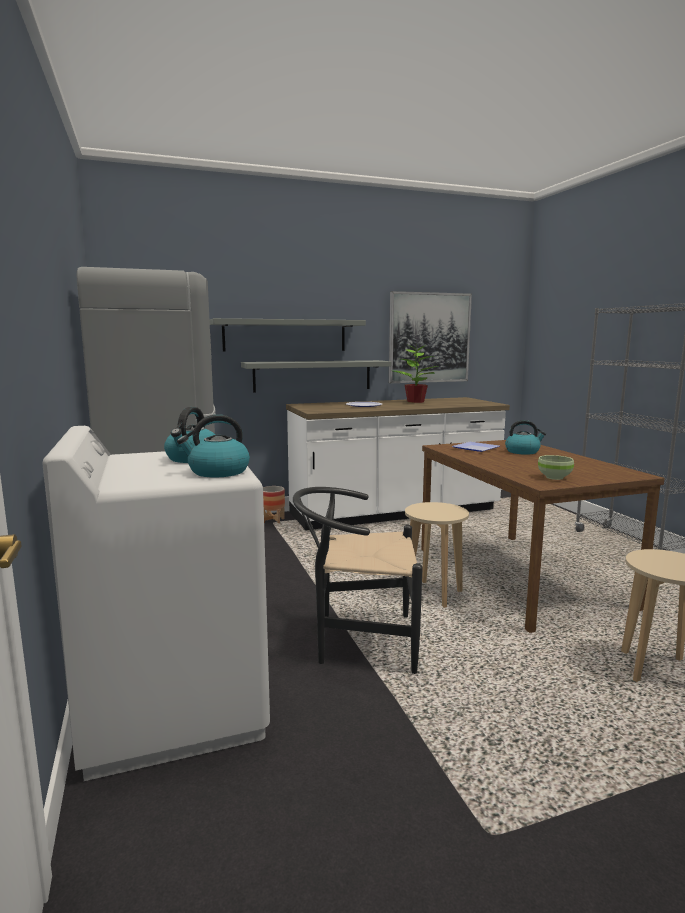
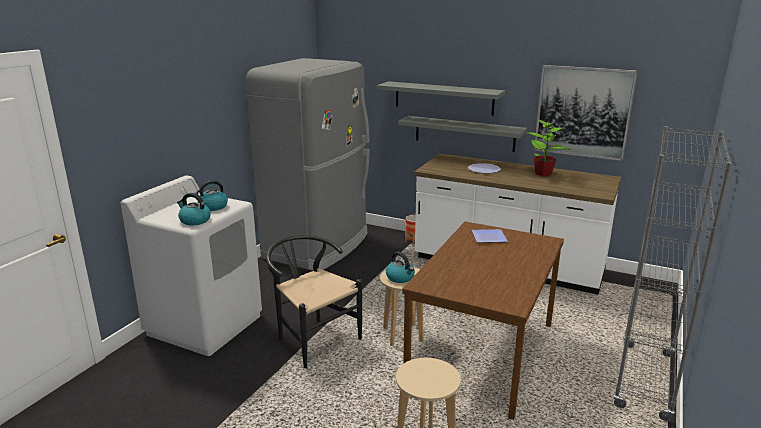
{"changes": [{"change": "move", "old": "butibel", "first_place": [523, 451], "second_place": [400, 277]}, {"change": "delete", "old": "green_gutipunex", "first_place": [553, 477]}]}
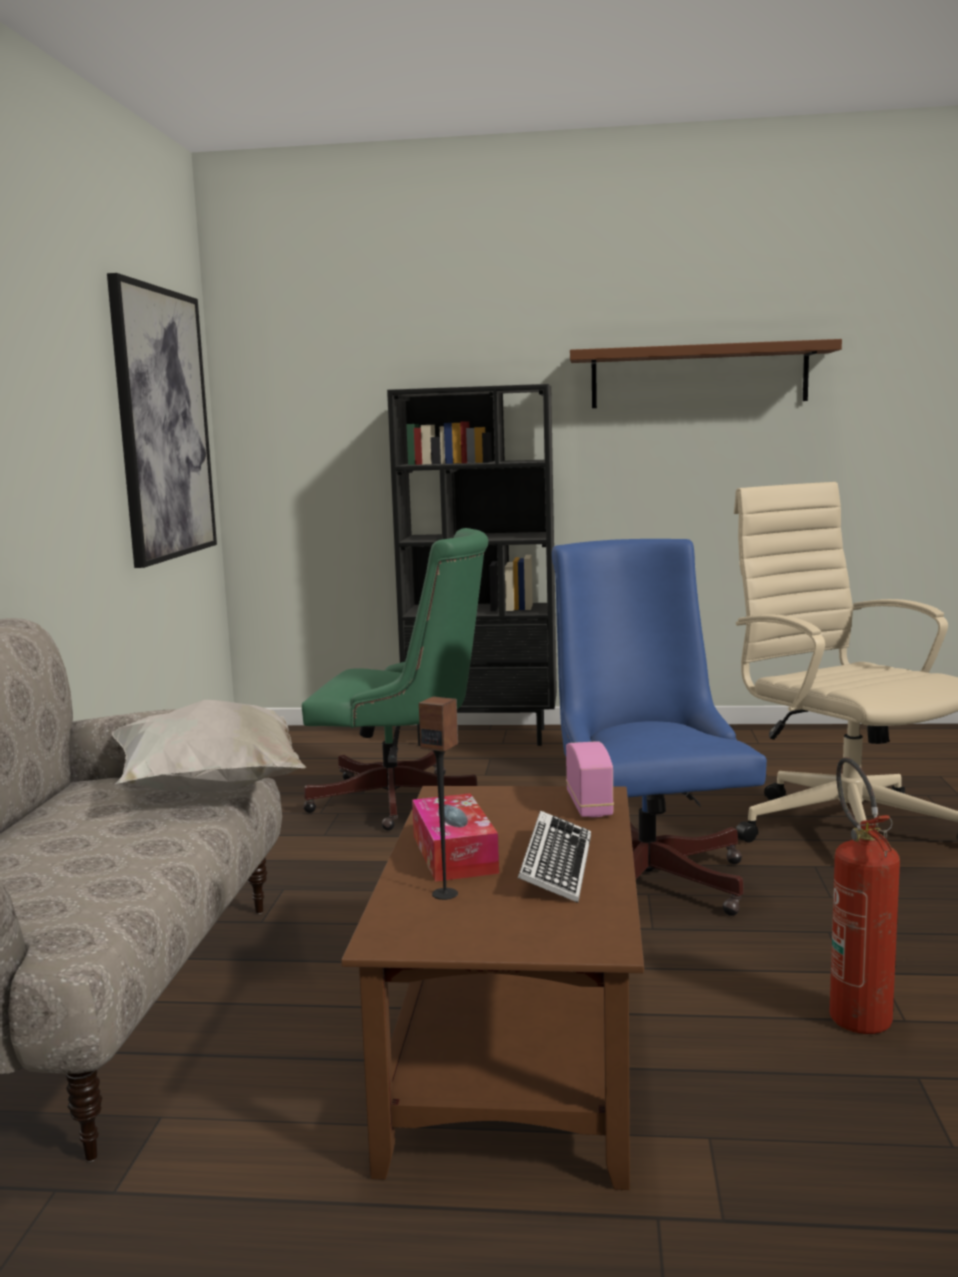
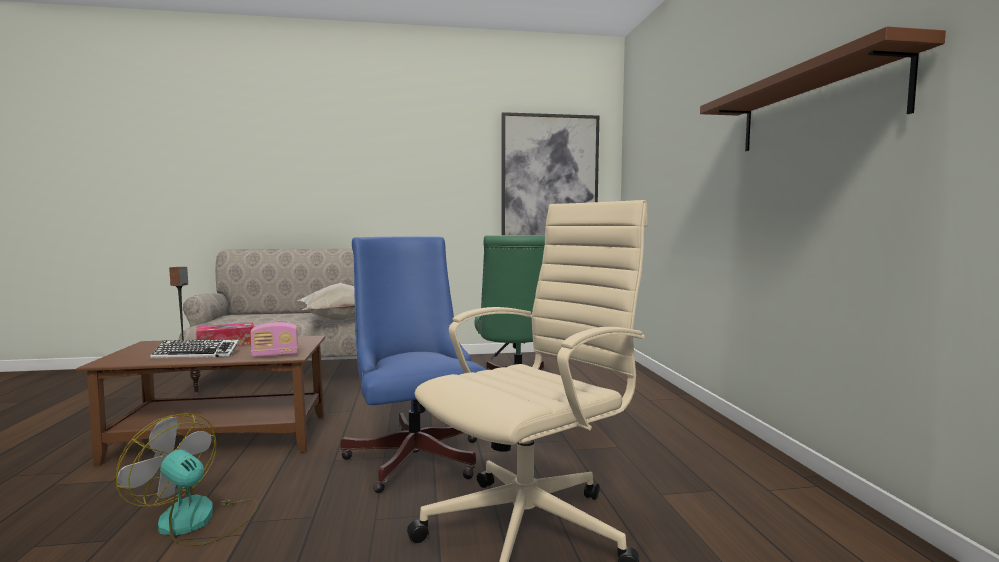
{"changes": [{"change": "delete", "old": "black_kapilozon", "first_place": [483, 736]}, {"change": "rotate", "old": "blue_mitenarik", "first_place": [646, 874], "second_place": [414, 454], "degrees": -90}, {"change": "replace", "old": "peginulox", "new": "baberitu", "first_place": [853, 1011], "second_place": [197, 521]}]}
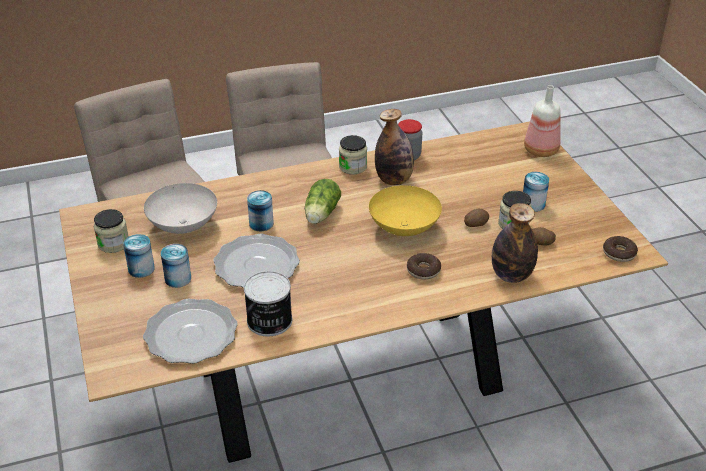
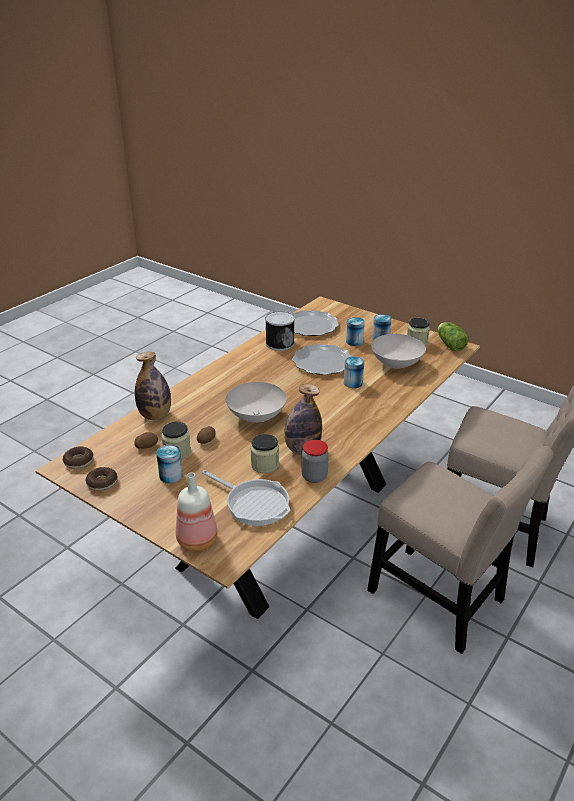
{"changes": [{"change": "move", "old": "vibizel", "first_place": [320, 214], "second_place": [449, 344]}, {"change": "move", "old": "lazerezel", "first_place": [353, 167], "second_place": [265, 465]}, {"change": "recolor", "old": "yellow_gutipunex", "new": "white_gutipunex", "first_place": [404, 229], "second_place": [256, 416]}, {"change": "move", "old": "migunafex", "first_place": [423, 271], "second_place": [102, 483]}, {"change": "insert", "new": "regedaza", "second_place": [254, 503]}]}
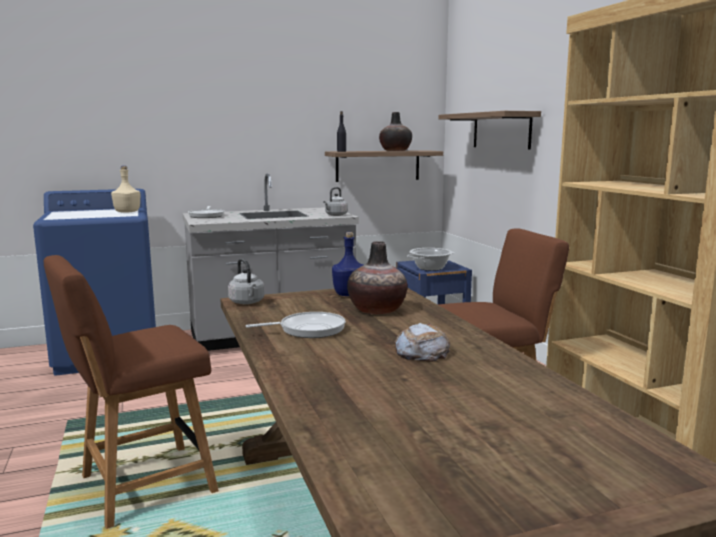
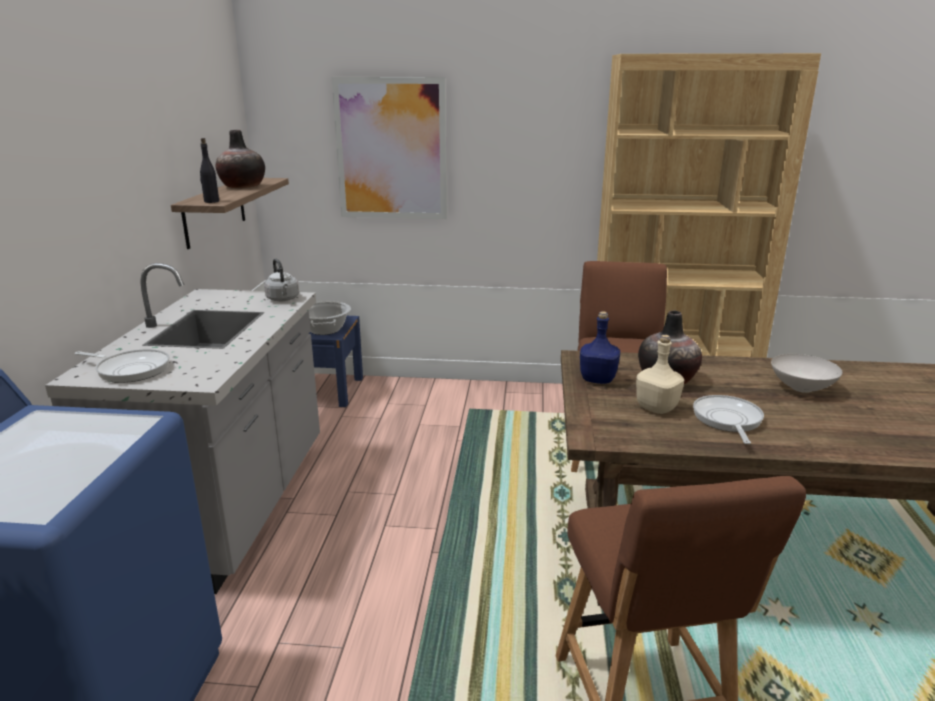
{"changes": [{"change": "move", "old": "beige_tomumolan", "first_place": [127, 212], "second_place": [657, 408]}, {"change": "delete", "old": "grey_butibel", "first_place": [247, 302]}, {"change": "replace", "old": "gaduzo", "new": "white_gutipunex", "first_place": [421, 351], "second_place": [801, 388]}, {"change": "replace", "old": "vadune", "new": "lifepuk", "first_place": [501, 130], "second_place": [391, 149]}]}
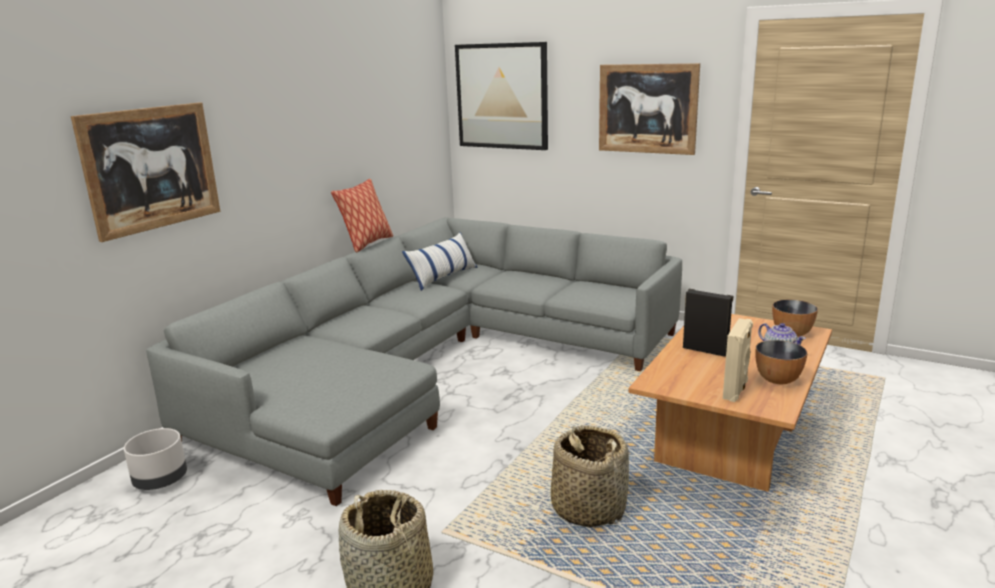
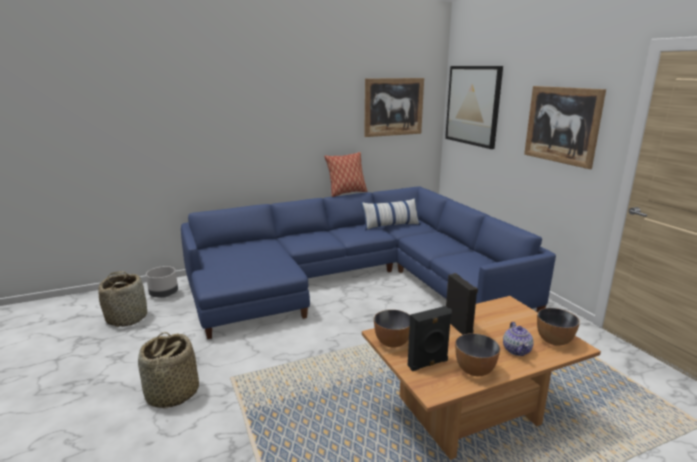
{"changes": [{"change": "move", "old": "lifepuk", "first_place": [151, 168], "second_place": [393, 107]}, {"change": "recolor", "old": "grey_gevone", "new": "blue_gevone", "first_place": [434, 364], "second_place": [354, 280]}, {"change": "move", "old": "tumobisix", "first_place": [588, 508], "second_place": [127, 318]}, {"change": "recolor", "old": "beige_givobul", "new": "black_givobul", "first_place": [736, 390], "second_place": [428, 364]}, {"change": "insert", "new": "gutipunex", "second_place": [392, 343]}]}
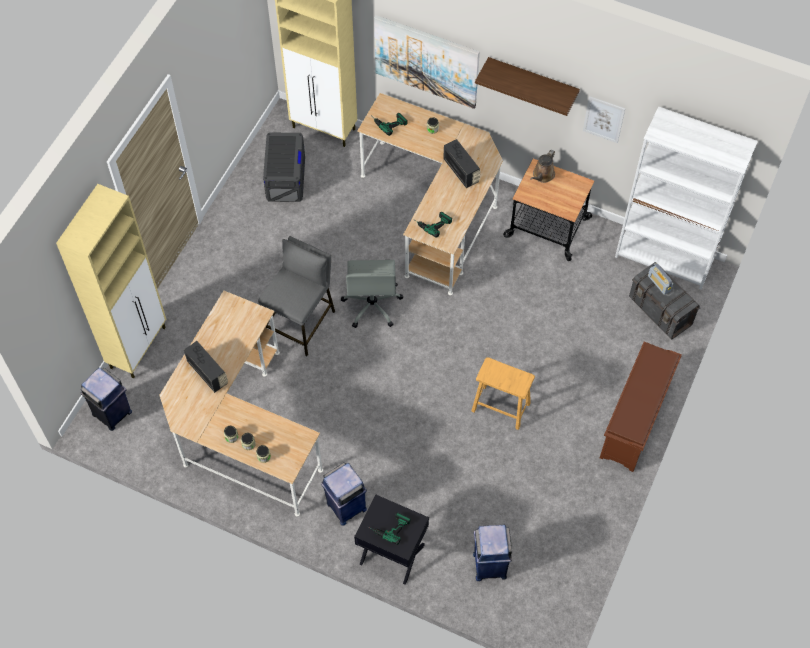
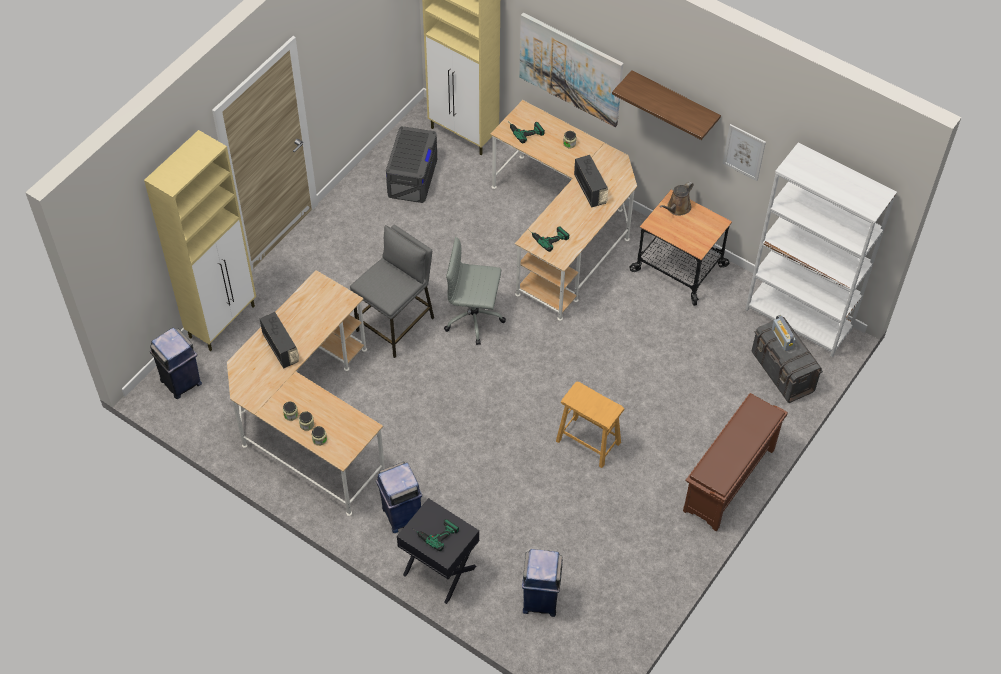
{"changes": [{"change": "rotate", "old": "grey_mitenarik", "first_place": [372, 305], "second_place": [474, 318], "degrees": 90}]}
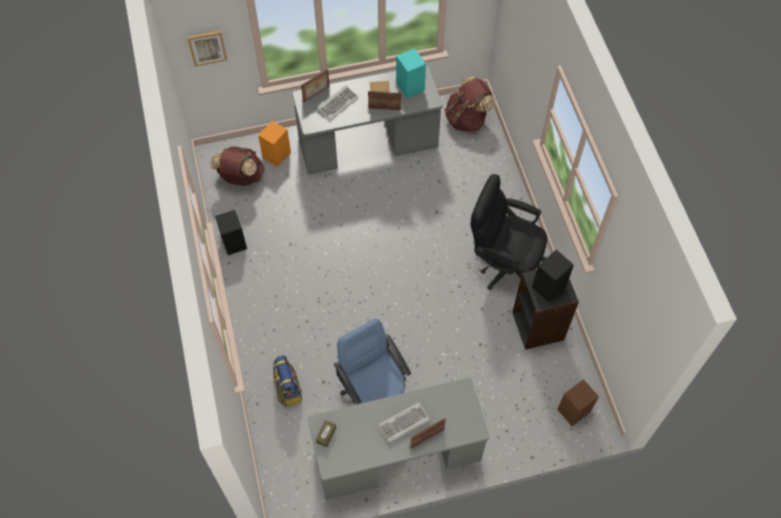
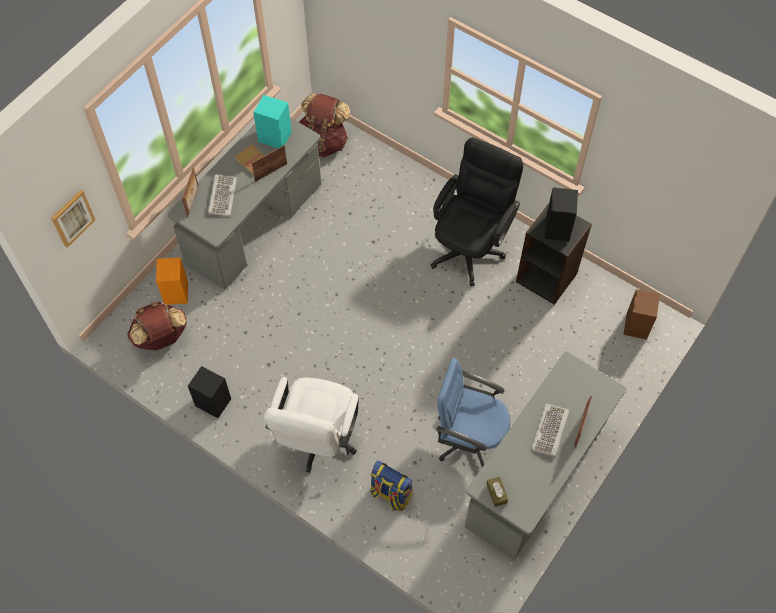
{"changes": [{"change": "rotate", "old": "black_mitenarik", "first_place": [503, 263], "second_place": [470, 245], "degrees": 135}, {"change": "insert", "new": "white_mitenarik", "second_place": [317, 440]}]}
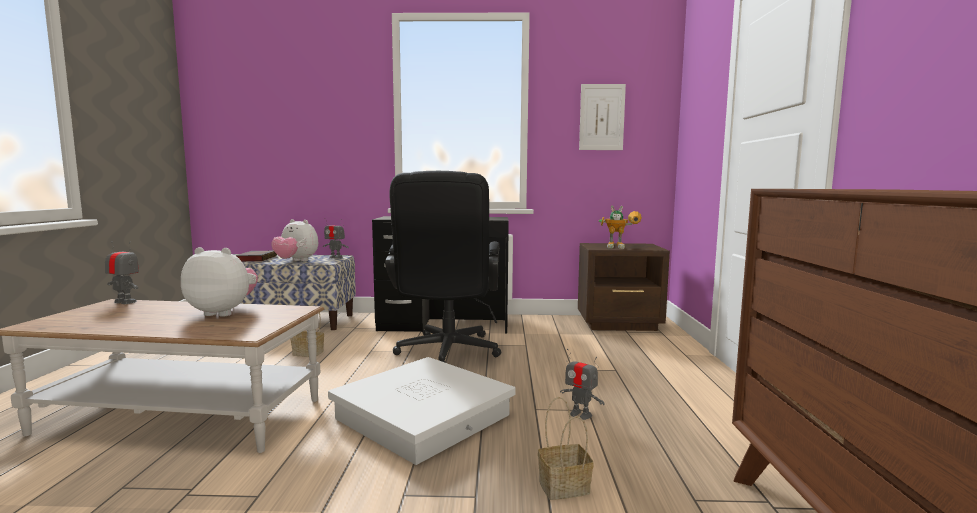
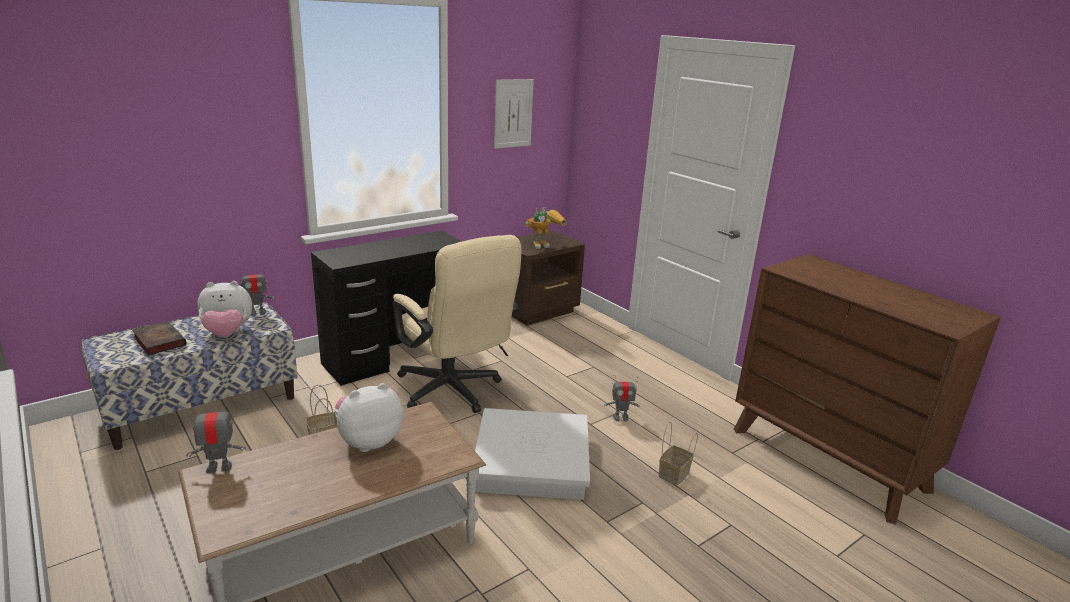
{"changes": [{"change": "recolor", "old": "black_mitenarik", "new": "beige_mitenarik", "first_place": [446, 354], "second_place": [453, 392]}]}
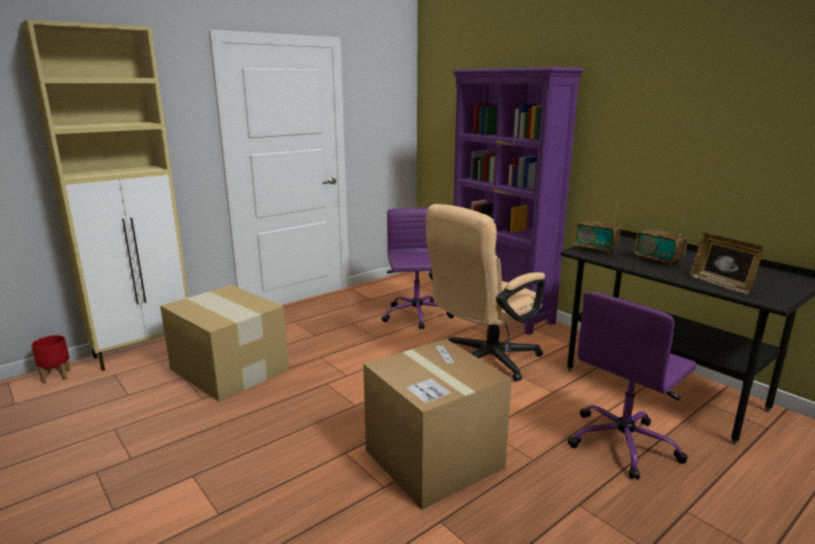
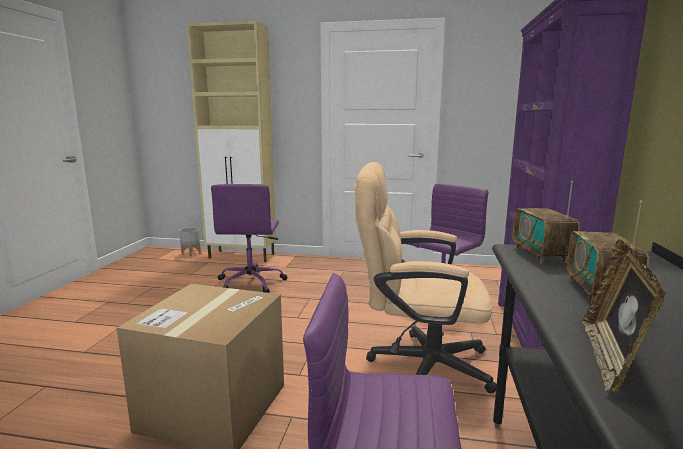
{"changes": [{"change": "recolor", "old": "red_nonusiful", "new": "grey_nonusiful", "first_place": [56, 376], "second_place": [191, 253]}, {"change": "replace", "old": "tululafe", "new": "purple_mitenarik", "first_place": [229, 370], "second_place": [251, 282]}]}
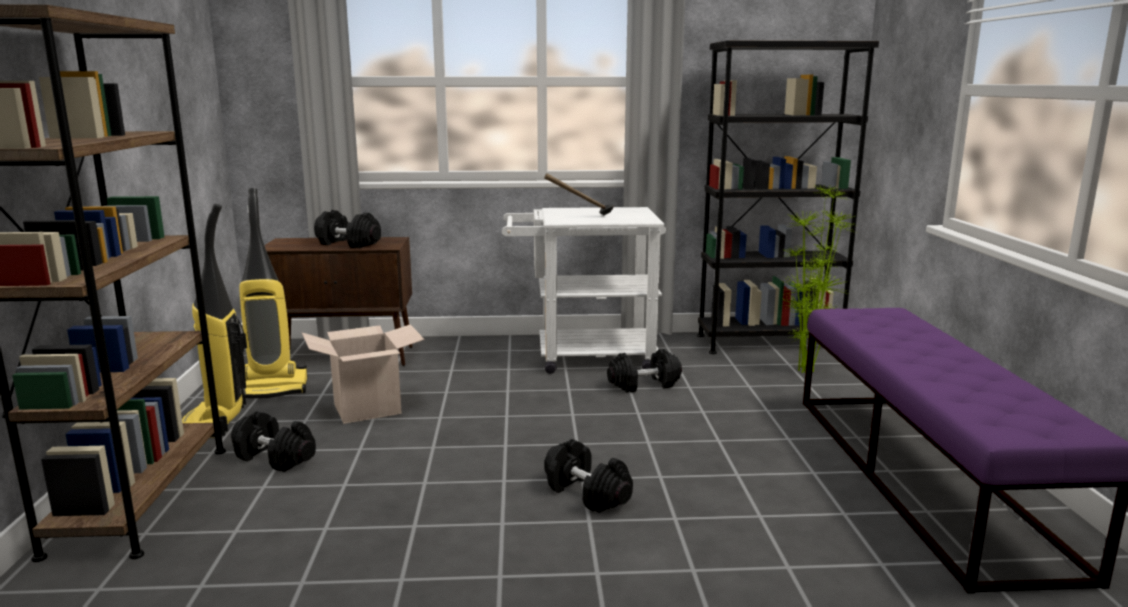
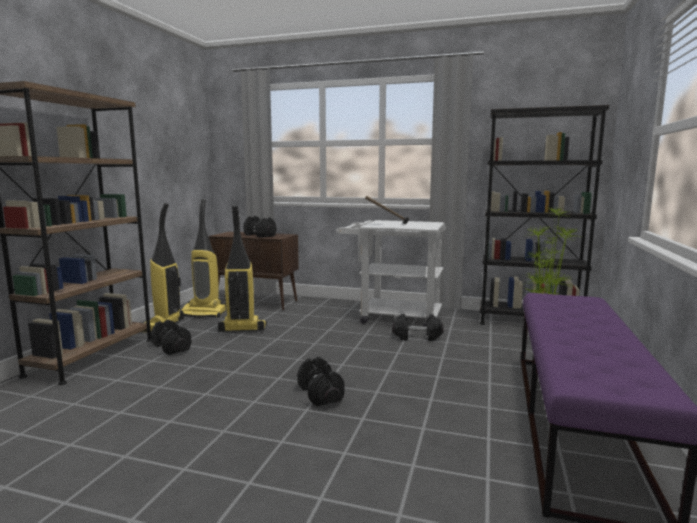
{"changes": [{"change": "replace", "old": "tululafe", "new": "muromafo", "first_place": [367, 408], "second_place": [242, 329]}]}
